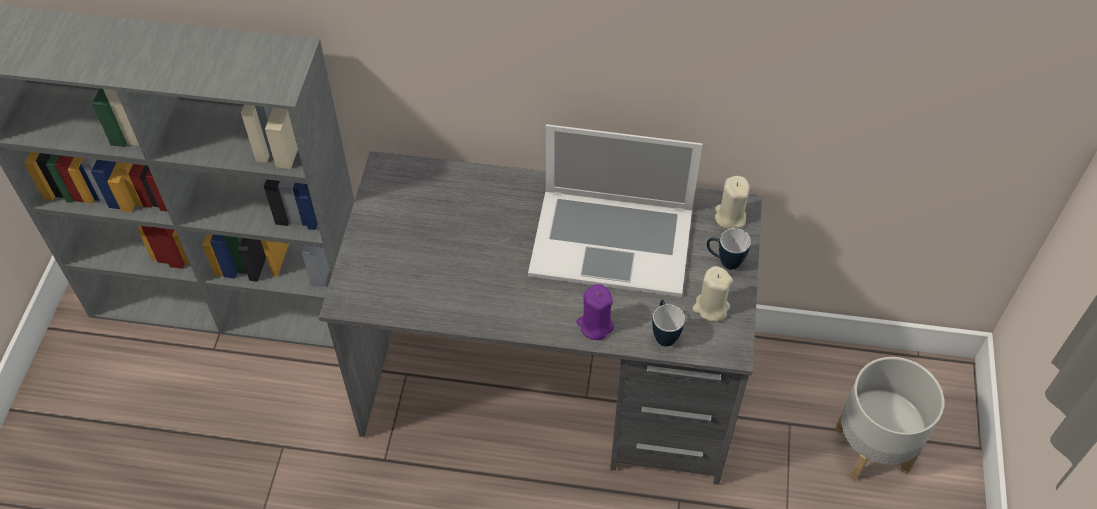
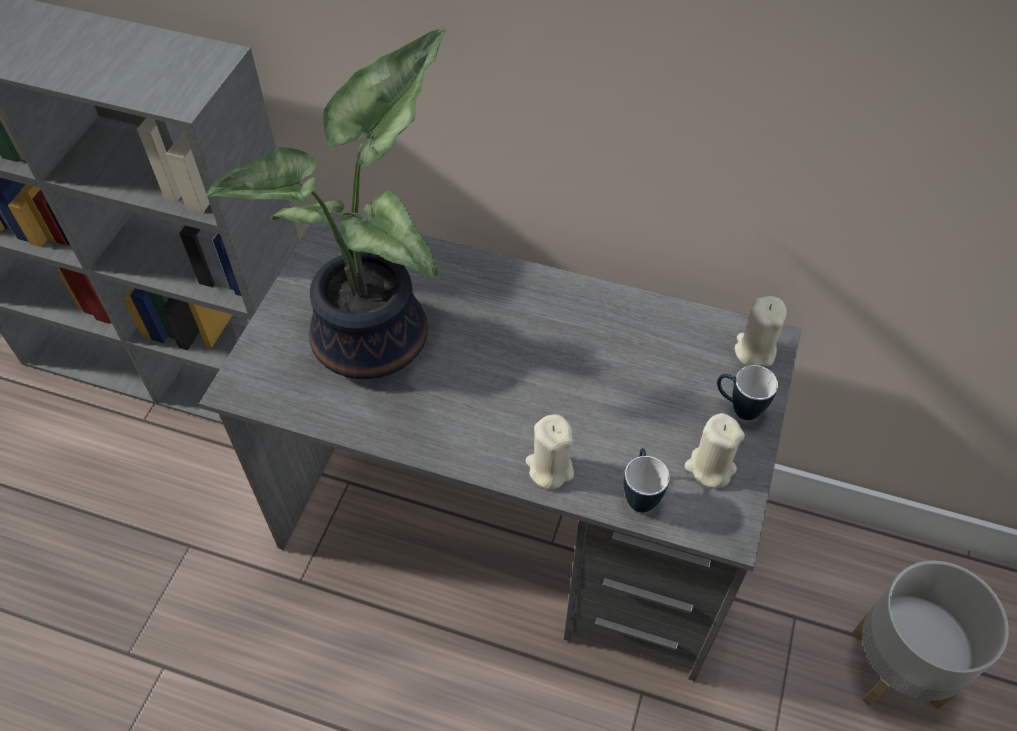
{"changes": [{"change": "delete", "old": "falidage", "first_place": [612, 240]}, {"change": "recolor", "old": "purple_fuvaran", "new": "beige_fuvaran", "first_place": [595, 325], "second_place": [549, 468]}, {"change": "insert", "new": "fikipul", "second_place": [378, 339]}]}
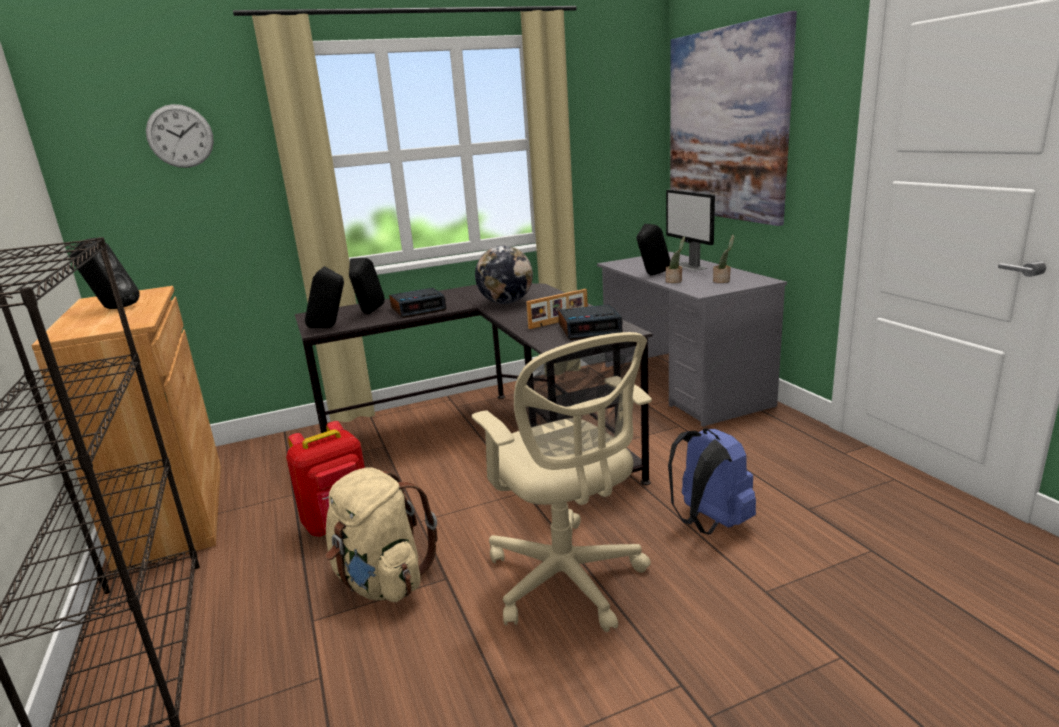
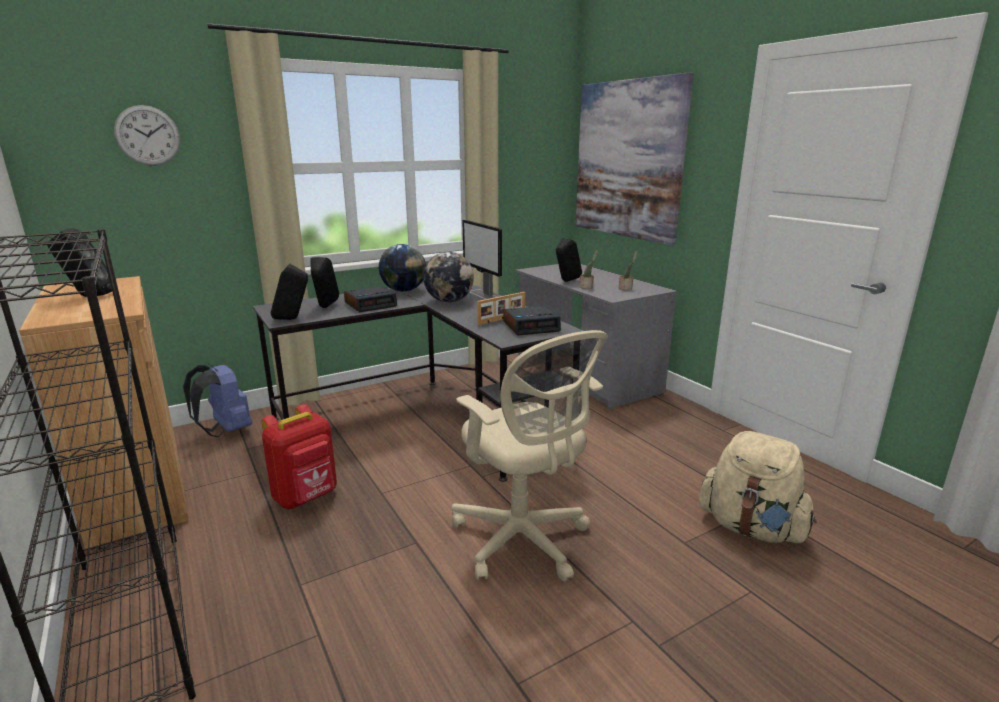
{"changes": [{"change": "move", "old": "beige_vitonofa", "first_place": [382, 581], "second_place": [751, 528]}, {"change": "move", "old": "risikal", "first_place": [690, 266], "second_place": [483, 294]}, {"change": "move", "old": "blue_vitonofa", "first_place": [709, 523], "second_place": [226, 430]}, {"change": "insert", "new": "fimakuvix", "second_place": [403, 290]}]}
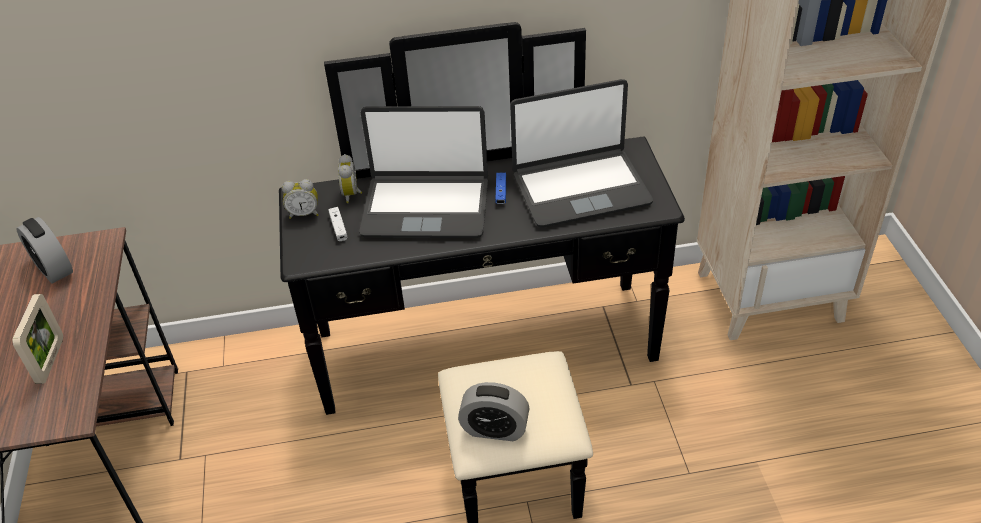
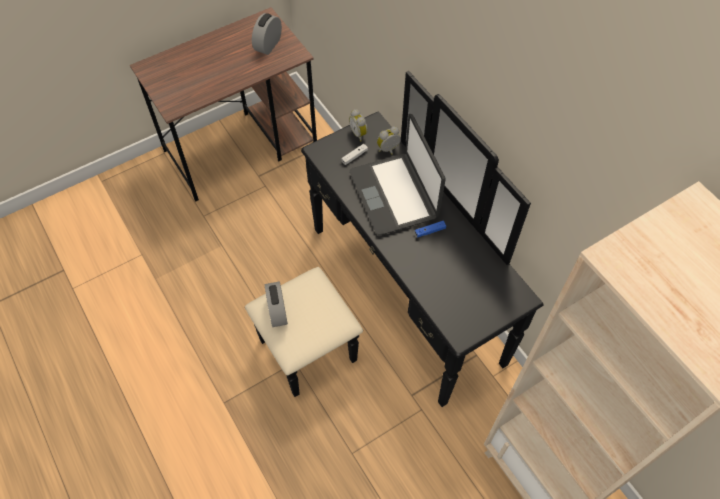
{"changes": [{"change": "delete", "old": "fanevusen", "first_place": [50, 360]}, {"change": "delete", "old": "falidage", "first_place": [580, 188]}]}
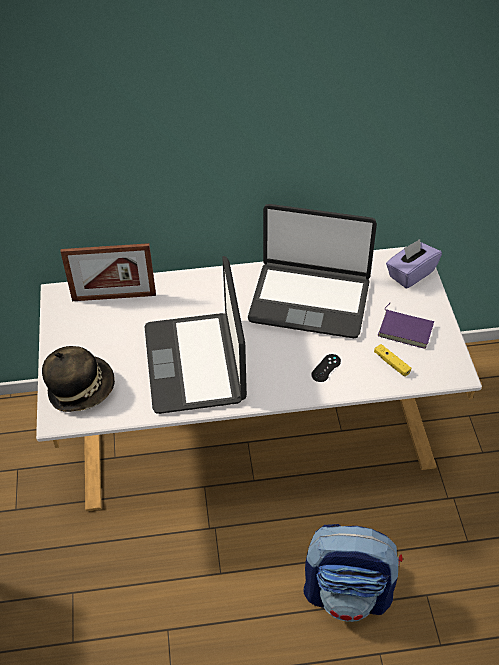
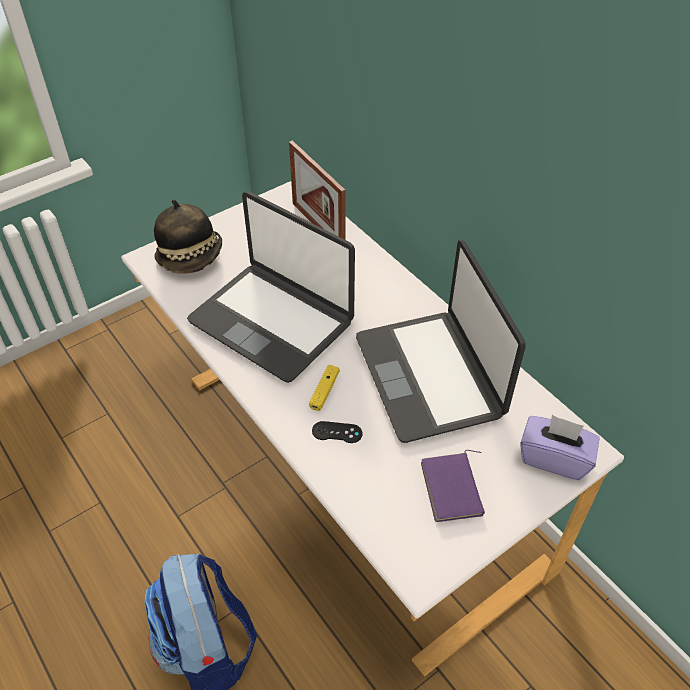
{"changes": [{"change": "rotate", "old": "falidage", "first_place": [196, 363], "second_place": [272, 321], "degrees": -105}, {"change": "move", "old": "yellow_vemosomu", "first_place": [391, 363], "second_place": [324, 391]}]}
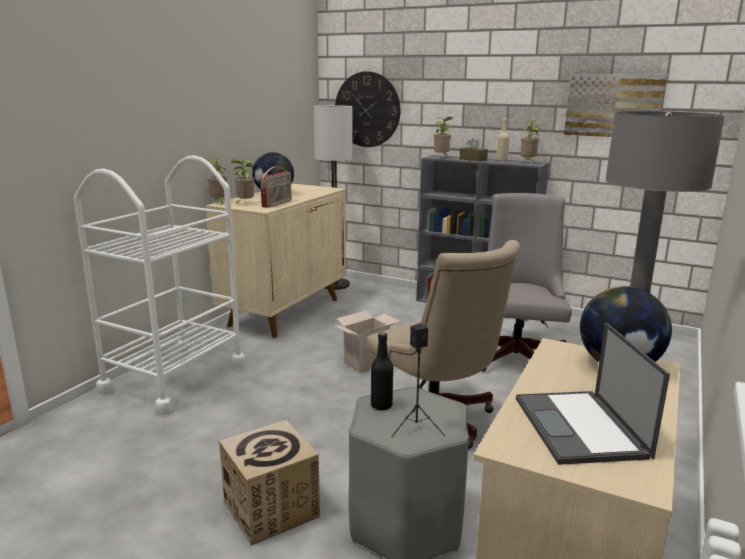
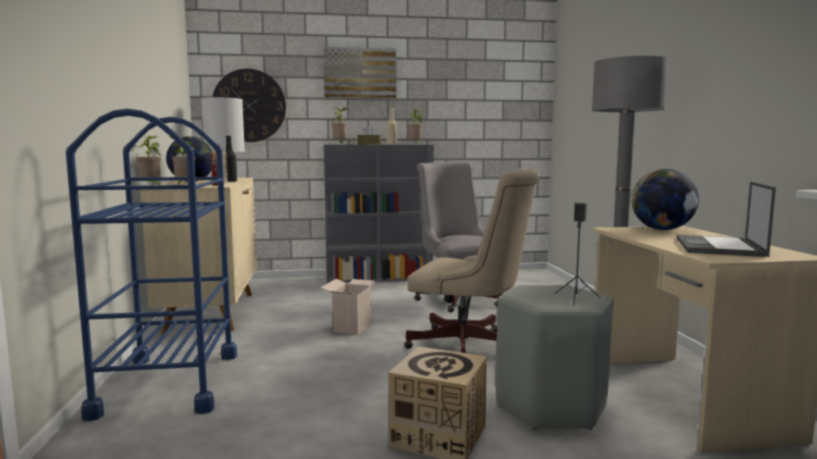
{"changes": [{"change": "recolor", "old": "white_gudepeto", "new": "blue_gudepeto", "first_place": [174, 378], "second_place": [169, 383]}, {"change": "move", "old": "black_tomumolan", "first_place": [381, 405], "second_place": [230, 181]}, {"change": "rotate", "old": "falidage", "first_place": [581, 428], "second_place": [719, 247], "degrees": 60}, {"change": "move", "old": "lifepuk", "first_place": [613, 105], "second_place": [360, 73]}]}
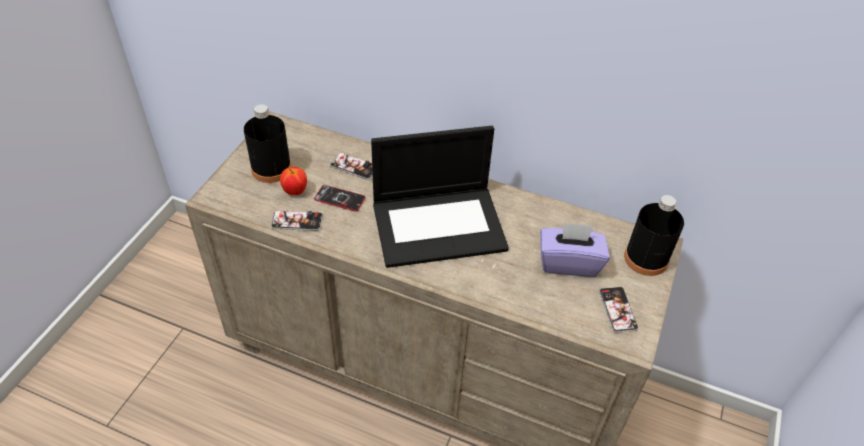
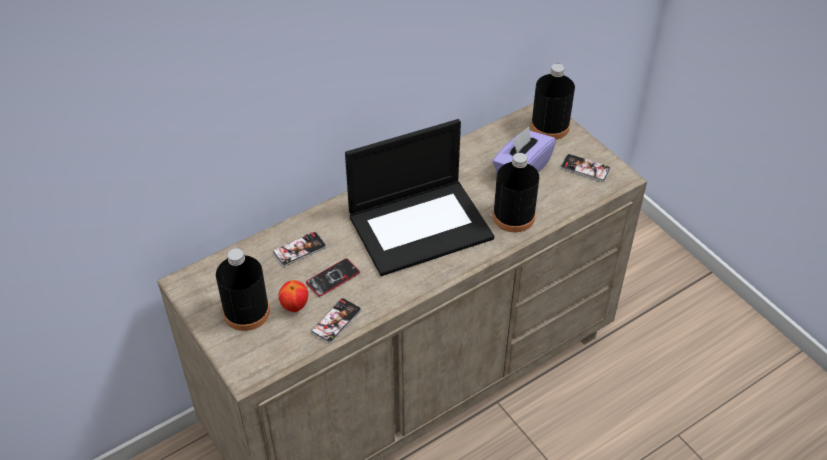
{"changes": [{"change": "rotate", "old": "falidage", "first_place": [439, 225], "second_place": [421, 225], "degrees": 45}, {"change": "insert", "new": "black_tomumolan", "second_place": [513, 216]}]}
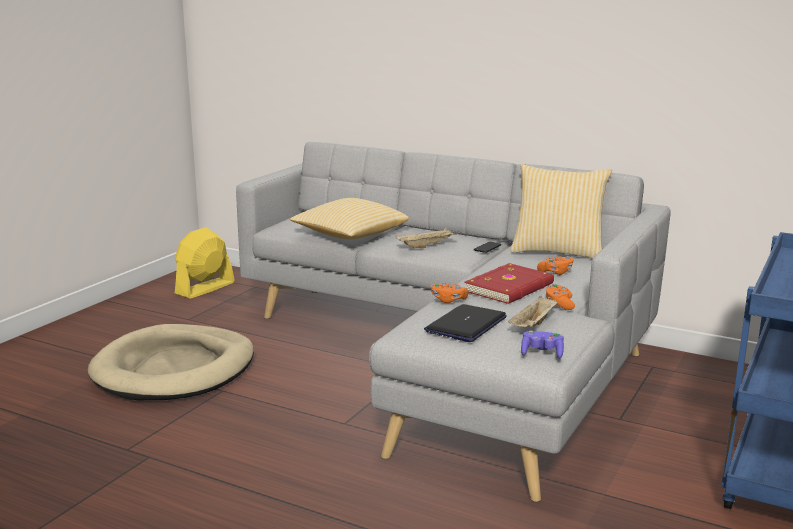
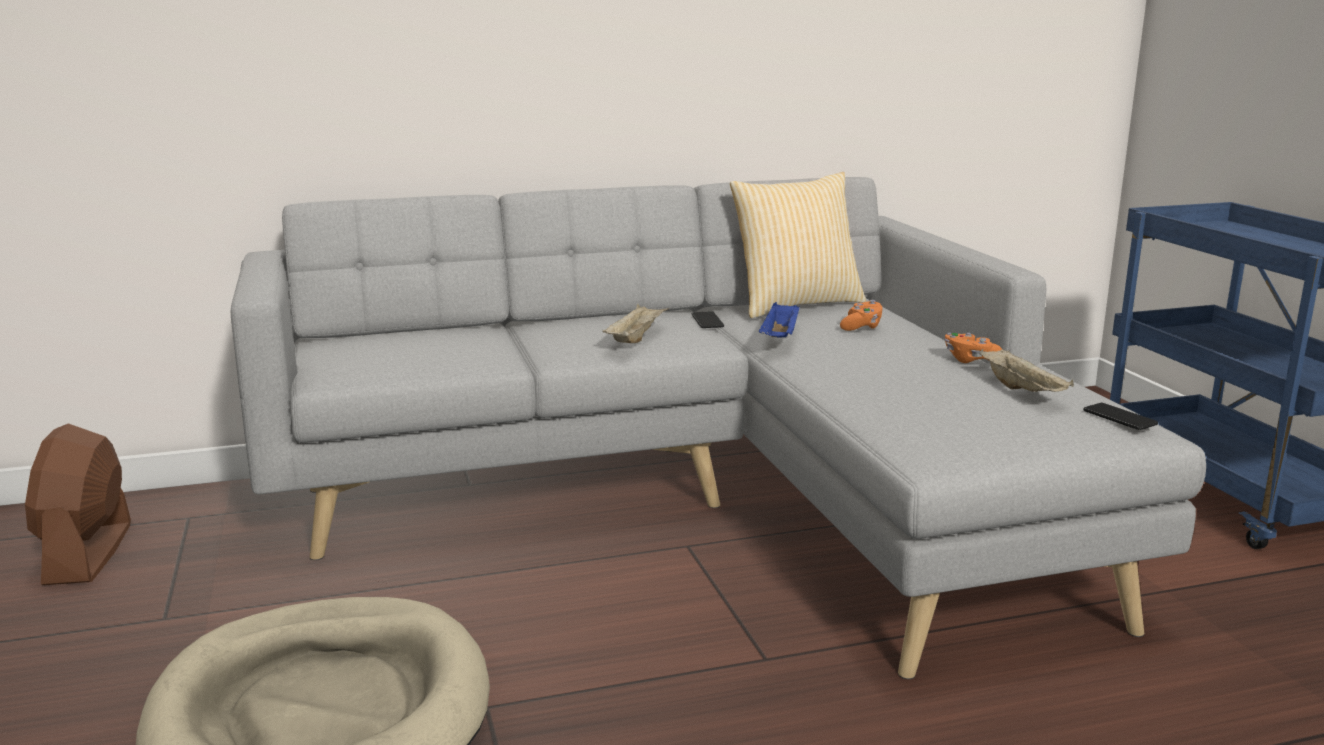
{"changes": [{"change": "recolor", "old": "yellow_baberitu", "new": "brown_baberitu", "first_place": [204, 288], "second_place": [88, 553]}, {"change": "delete", "old": "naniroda", "first_place": [349, 236]}, {"change": "delete", "old": "falidage", "first_place": [466, 325]}, {"change": "delete", "old": "orange_vemosomu", "first_place": [448, 300]}, {"change": "delete", "old": "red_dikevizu", "first_place": [511, 288]}, {"change": "replace", "old": "purple_vemosomu", "new": "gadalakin", "first_place": [542, 353], "second_place": [1119, 417]}, {"change": "insert", "new": "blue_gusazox", "second_place": [780, 338]}]}
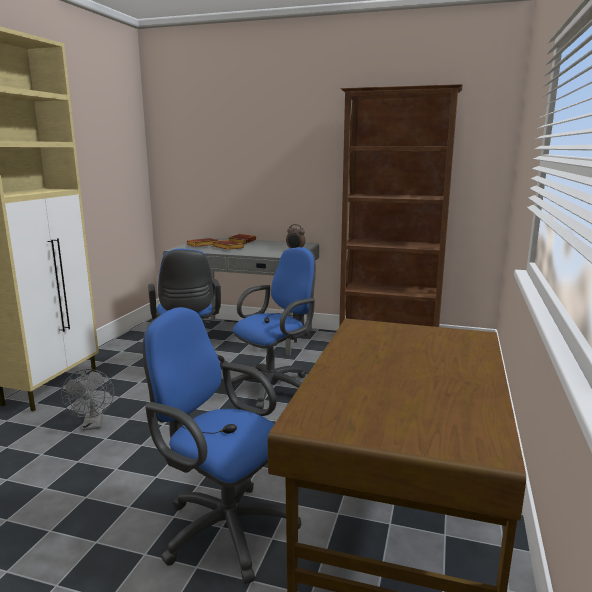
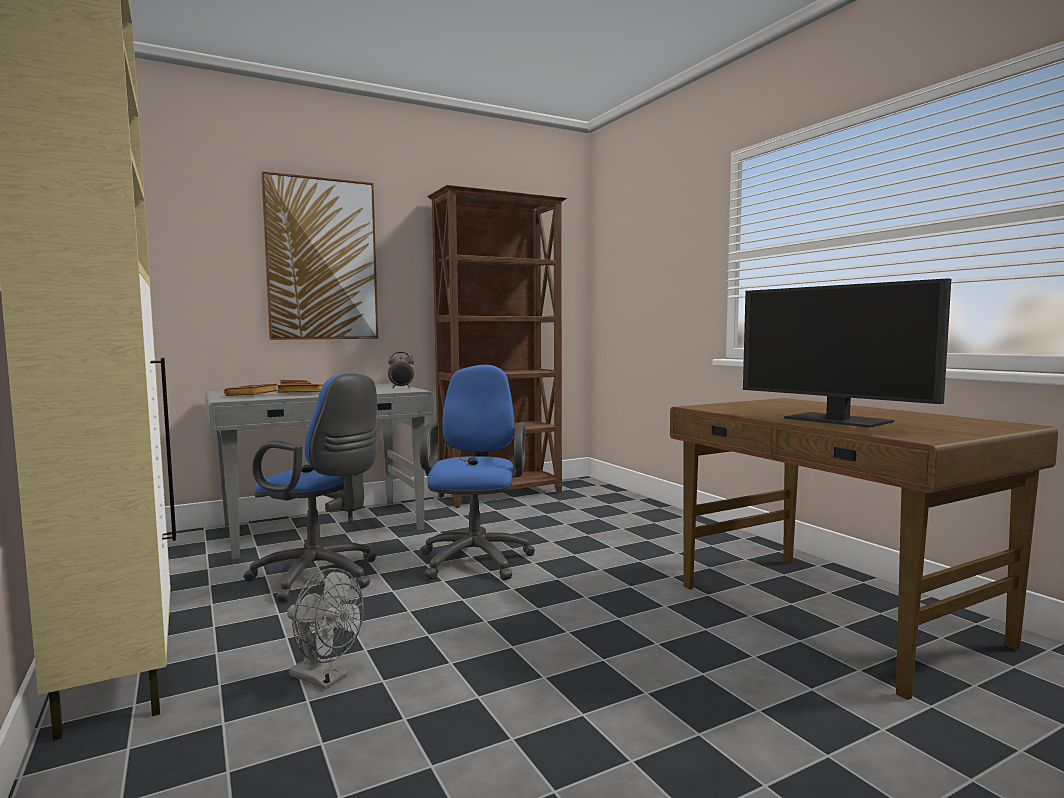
{"changes": [{"change": "delete", "old": "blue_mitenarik", "first_place": [222, 527]}, {"change": "insert", "new": "lifepuk", "second_place": [322, 259]}, {"change": "insert", "new": "risikal", "second_place": [838, 420]}]}
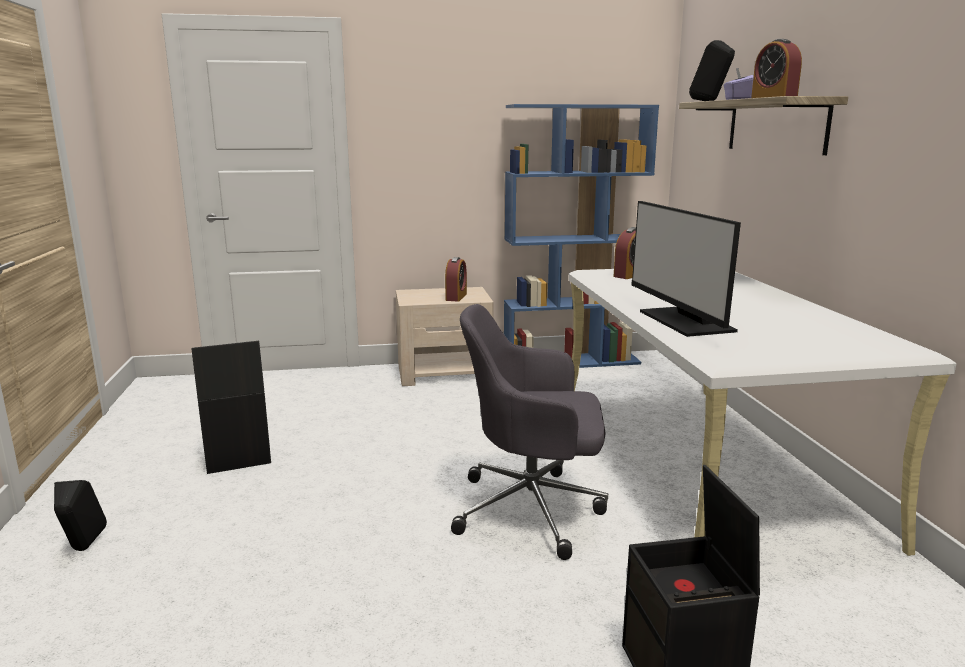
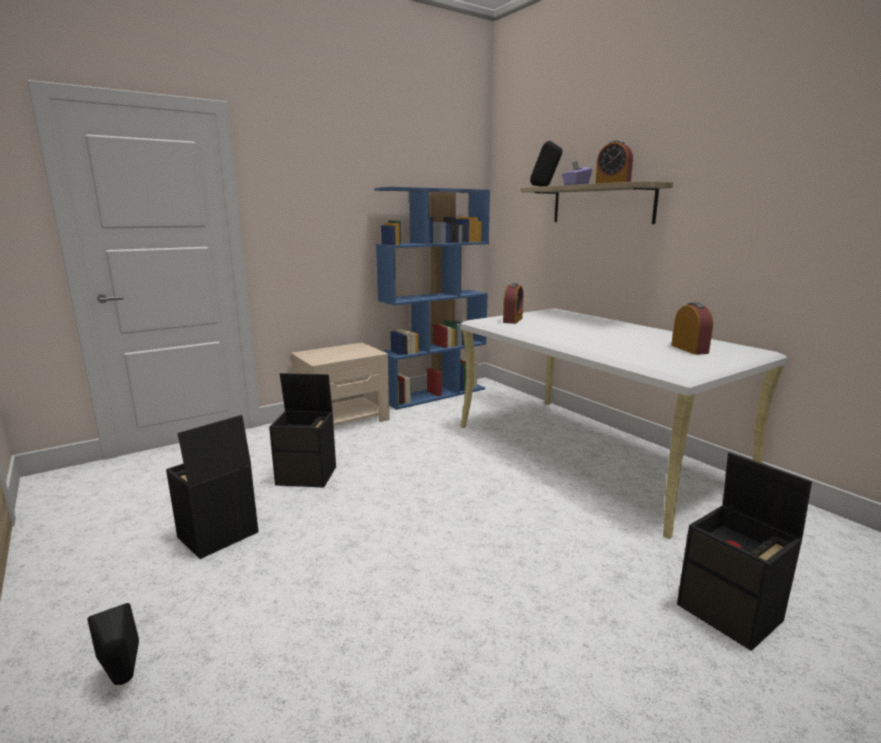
{"changes": [{"change": "move", "old": "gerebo", "first_place": [456, 297], "second_place": [689, 349]}, {"change": "delete", "old": "grey_mitenarik", "first_place": [532, 509]}, {"change": "delete", "old": "risikal", "first_place": [684, 321]}, {"change": "insert", "new": "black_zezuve", "second_place": [308, 475]}]}
